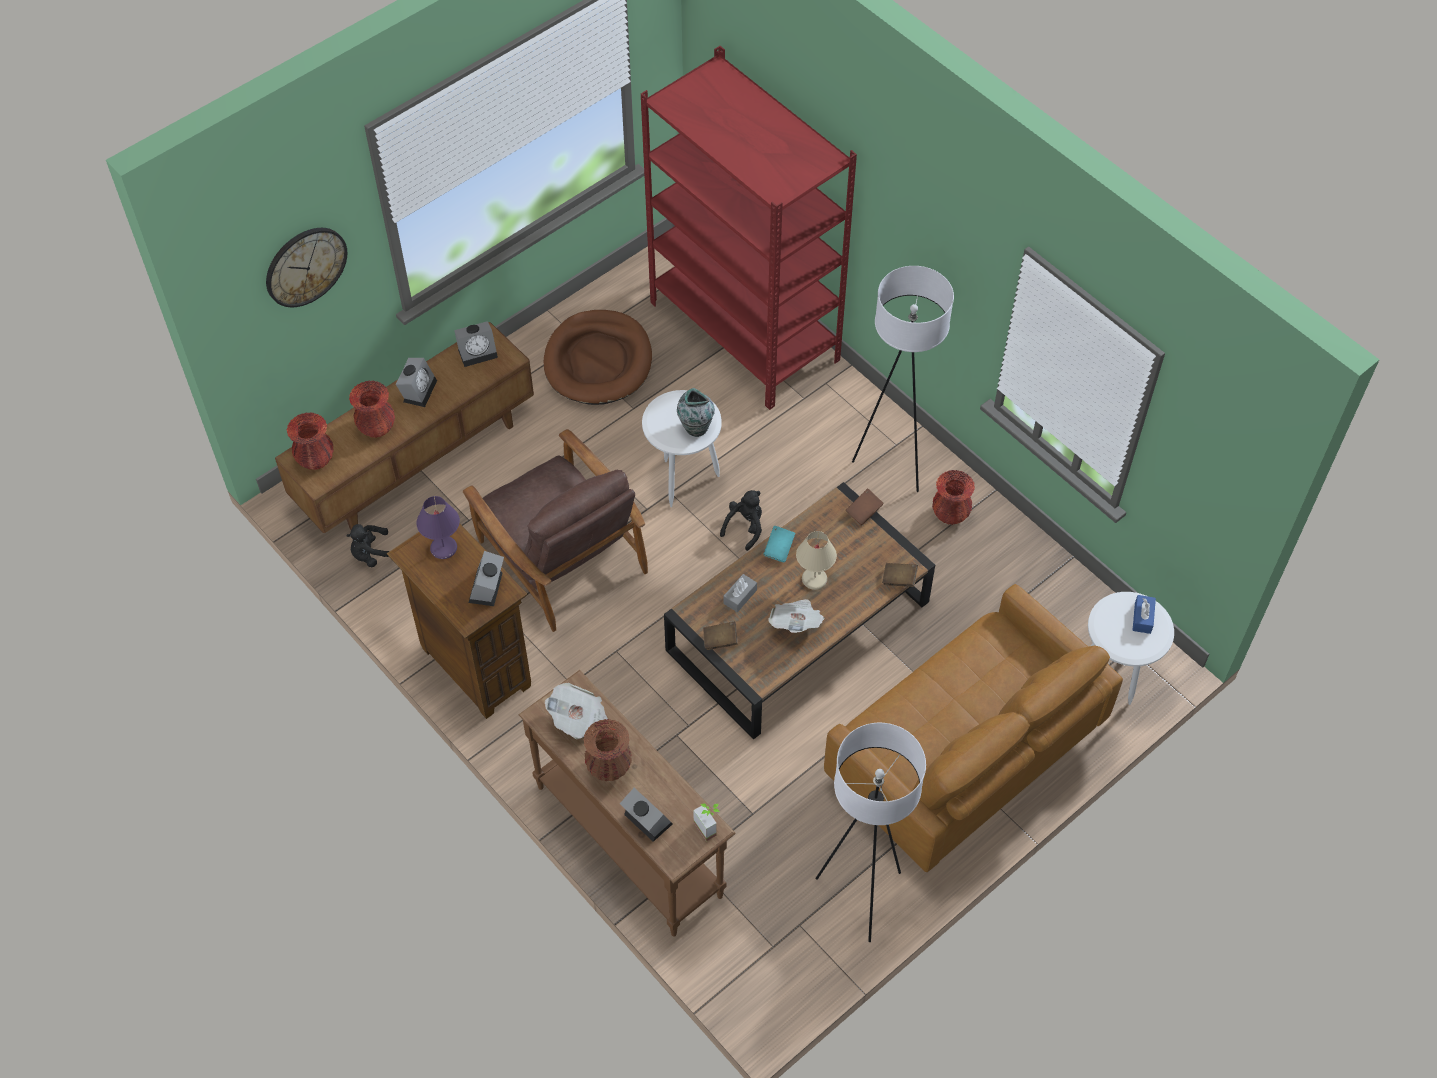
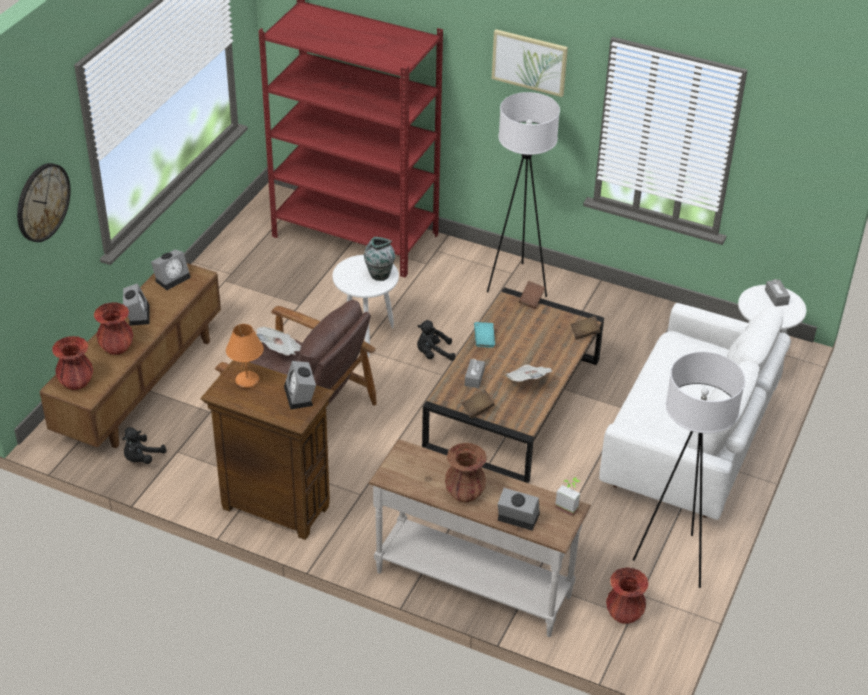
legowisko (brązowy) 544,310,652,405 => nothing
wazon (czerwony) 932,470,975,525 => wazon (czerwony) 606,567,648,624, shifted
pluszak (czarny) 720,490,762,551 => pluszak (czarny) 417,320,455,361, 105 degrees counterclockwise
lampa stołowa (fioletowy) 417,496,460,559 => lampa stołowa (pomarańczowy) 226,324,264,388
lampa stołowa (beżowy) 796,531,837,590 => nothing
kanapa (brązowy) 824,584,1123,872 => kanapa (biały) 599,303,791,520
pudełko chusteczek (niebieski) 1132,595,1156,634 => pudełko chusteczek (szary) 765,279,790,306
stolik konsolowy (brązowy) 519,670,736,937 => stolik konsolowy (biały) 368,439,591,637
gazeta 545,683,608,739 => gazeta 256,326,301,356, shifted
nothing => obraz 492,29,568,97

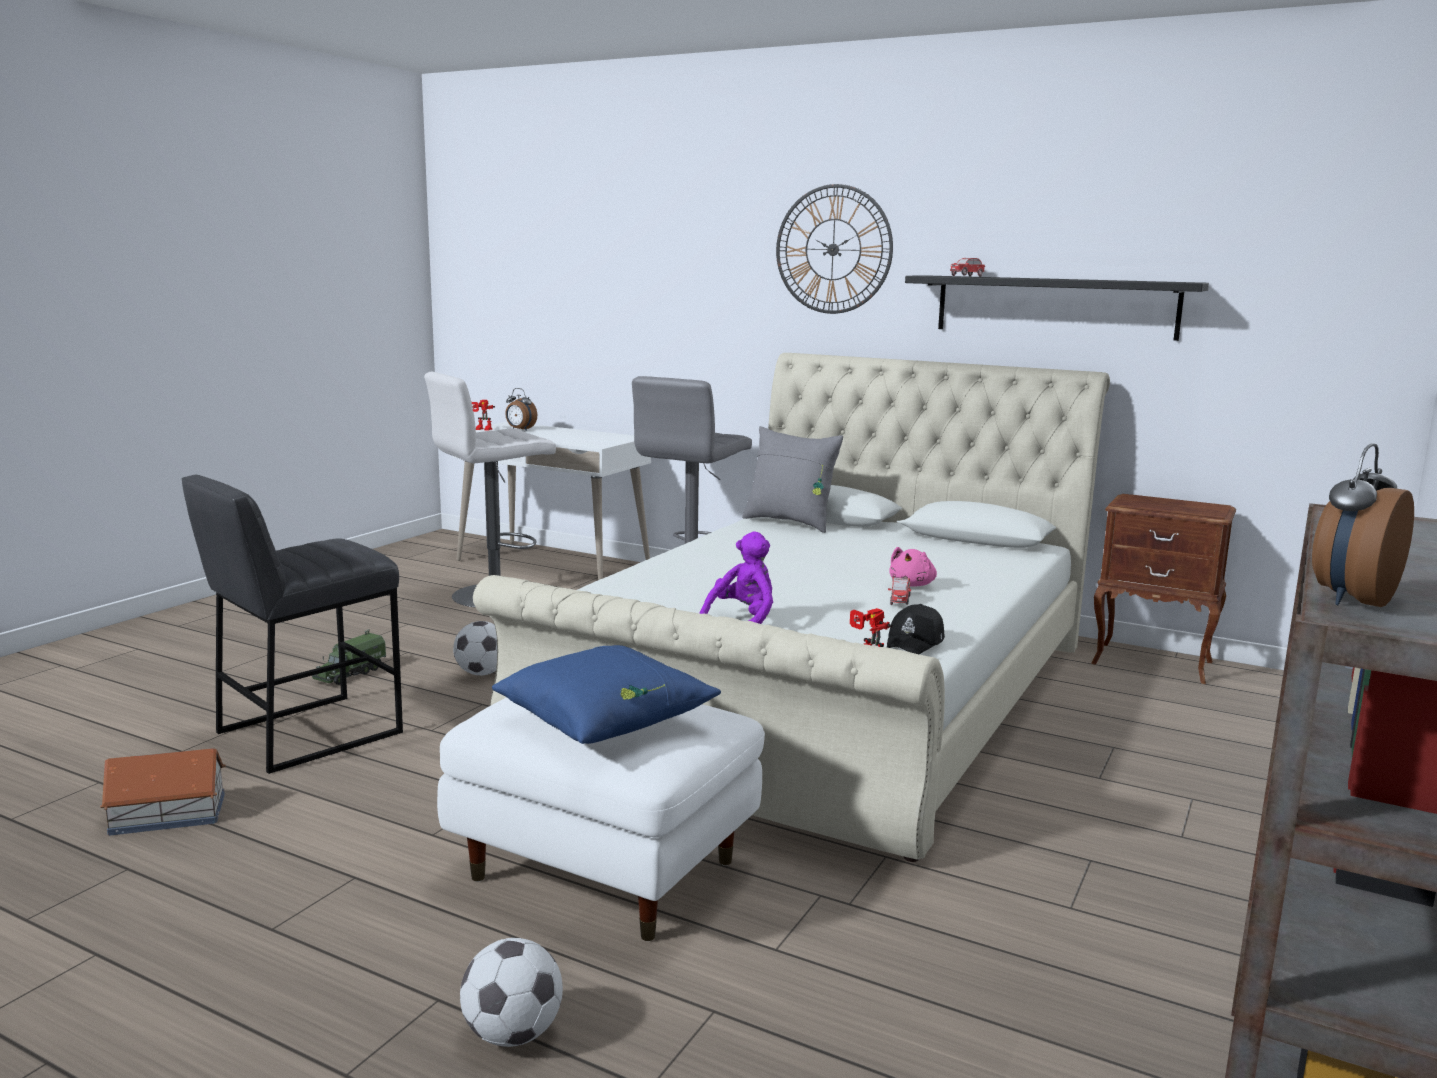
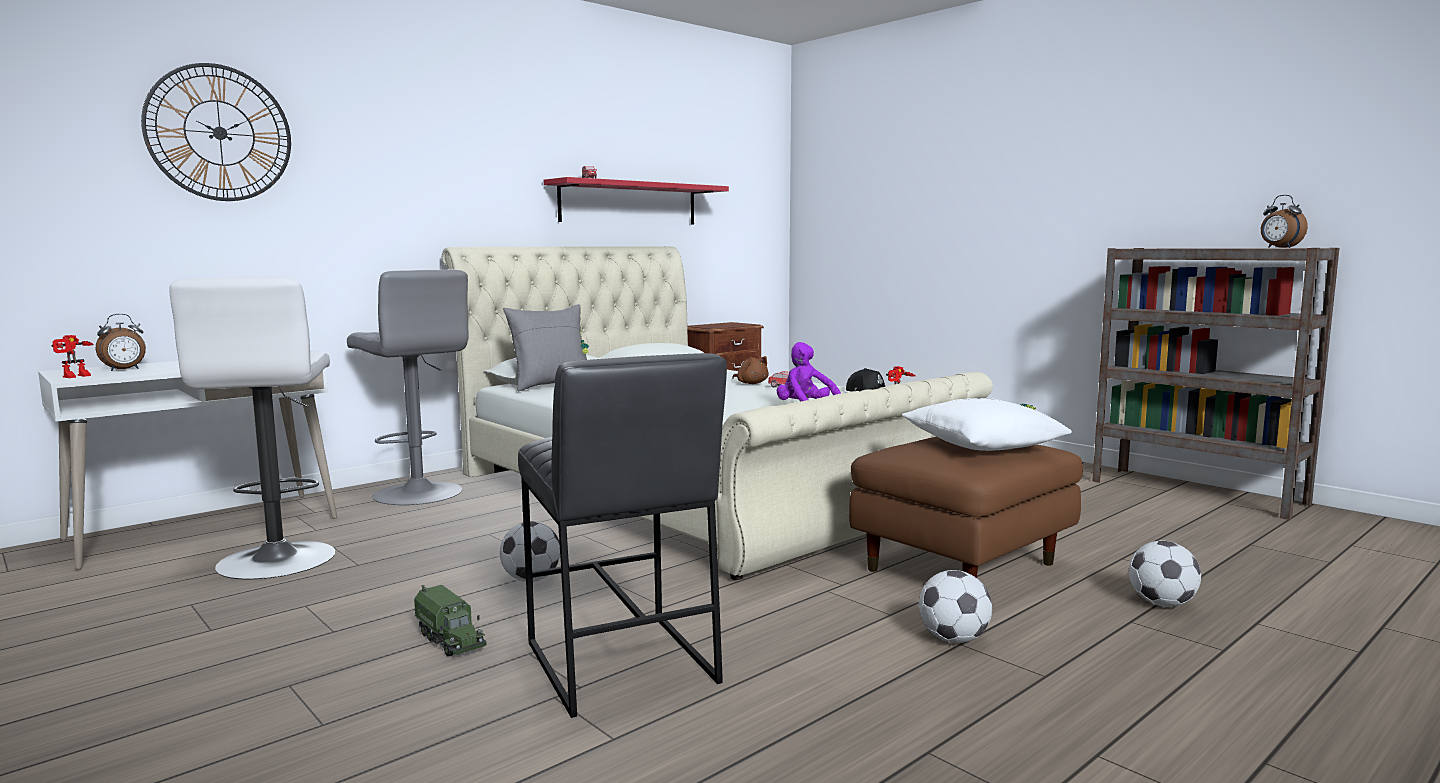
zegar ścienny 776,184,893,314 => zegar ścienny 141,63,291,201, shifted
półka (czarny) 905,275,1209,341 => półka (czerwony) 544,177,729,225
pluszak (różowy) 890,547,937,587 => pluszak (brązowy) 732,356,769,384
poduszka (niebieski) 492,645,721,744 => poduszka (biały) 902,398,1072,451
pufa (biały) 437,697,765,941 => pufa (brązowy) 849,437,1083,578
domek 100,748,225,836 => nothing
nothing => piłka futbolowa 919,570,992,643

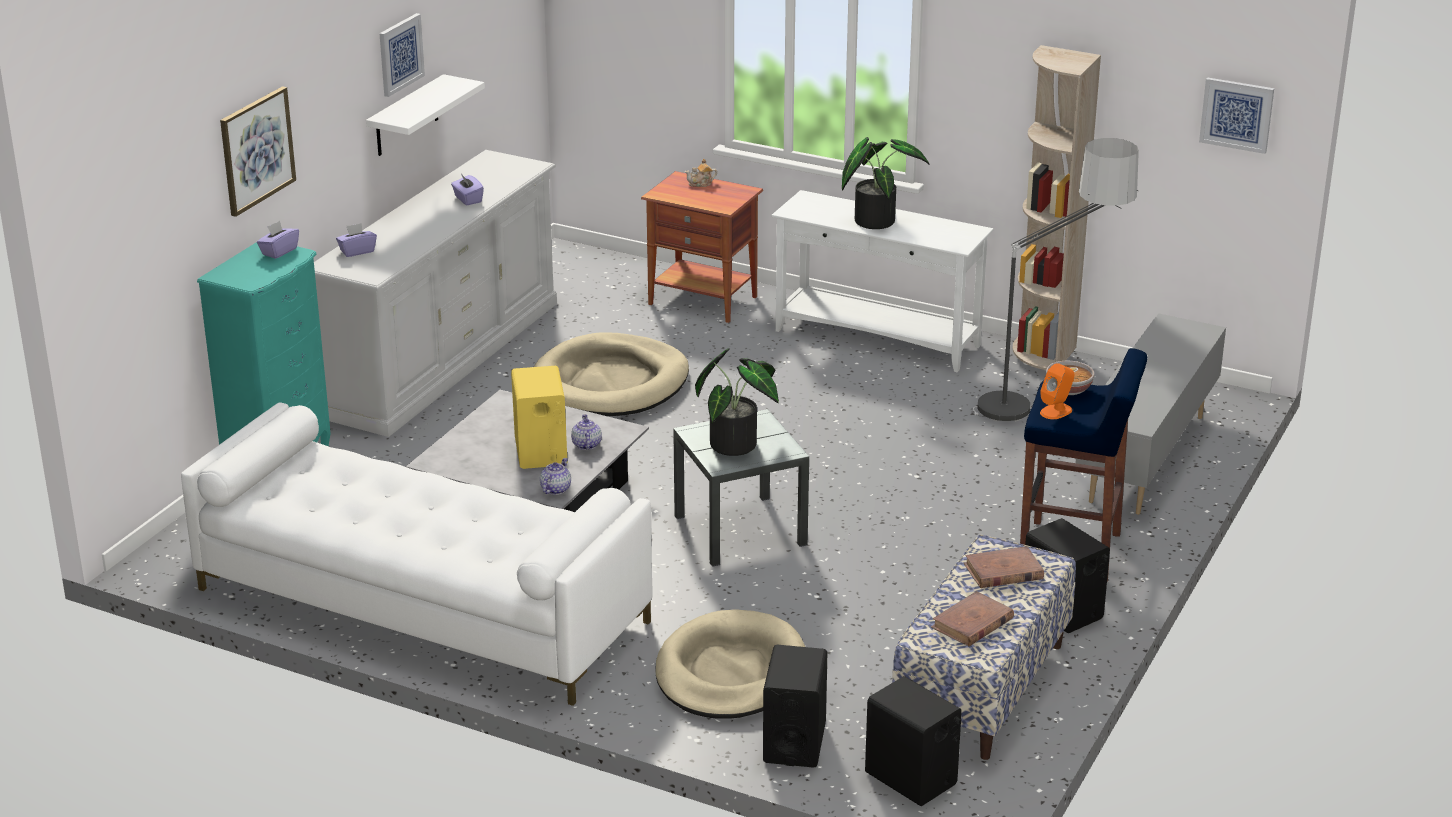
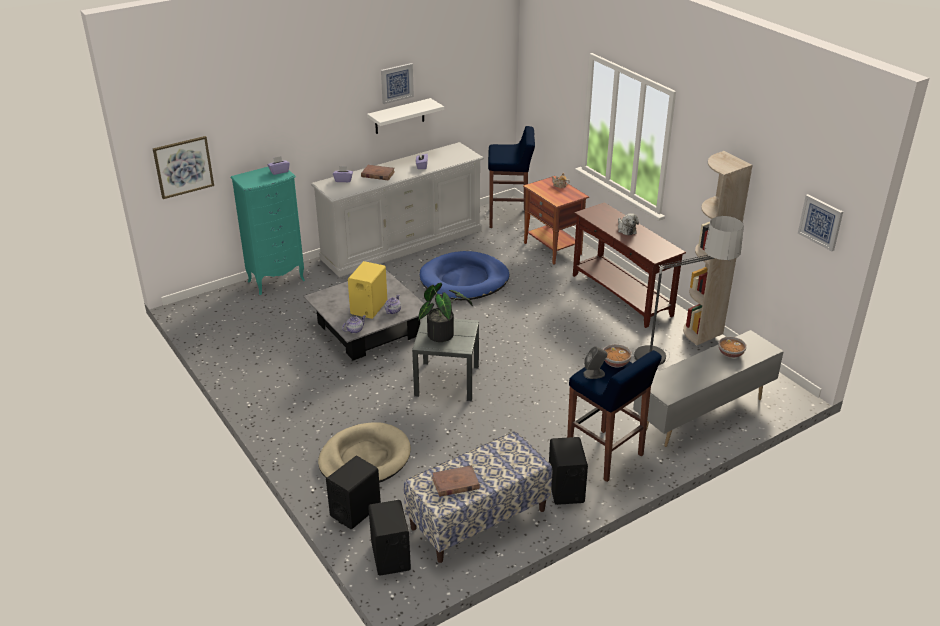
obraz 220,86,296,217 => obraz 153,136,214,199, shifted
roślina doniczkowa 842,137,929,229 => pluszak 618,213,639,235
stolik konsolowy (biały) 771,190,993,372 => stolik konsolowy (brązowy) 573,202,686,328
legowisko (beżowy) 534,332,689,416 => legowisko (niebieski) 420,251,510,300
głośnik (pomarańczowy) 1040,363,1074,419 => głośnik (szary) 583,346,607,379
kanapa (biały) 181,402,653,706 => nothing
książka (brązowy) 964,546,1044,588 => książka (brązowy) 361,165,395,180, shifted
nothing => stołek (niebieski) 488,126,535,228
nothing => miska 718,337,747,358

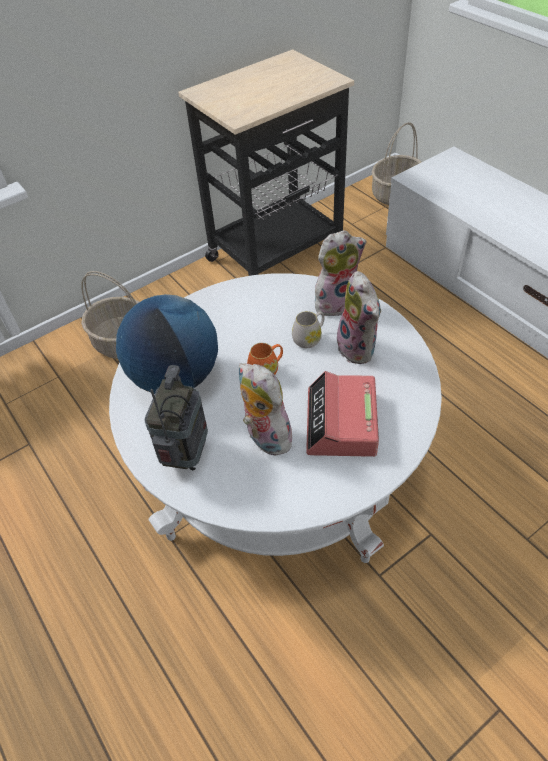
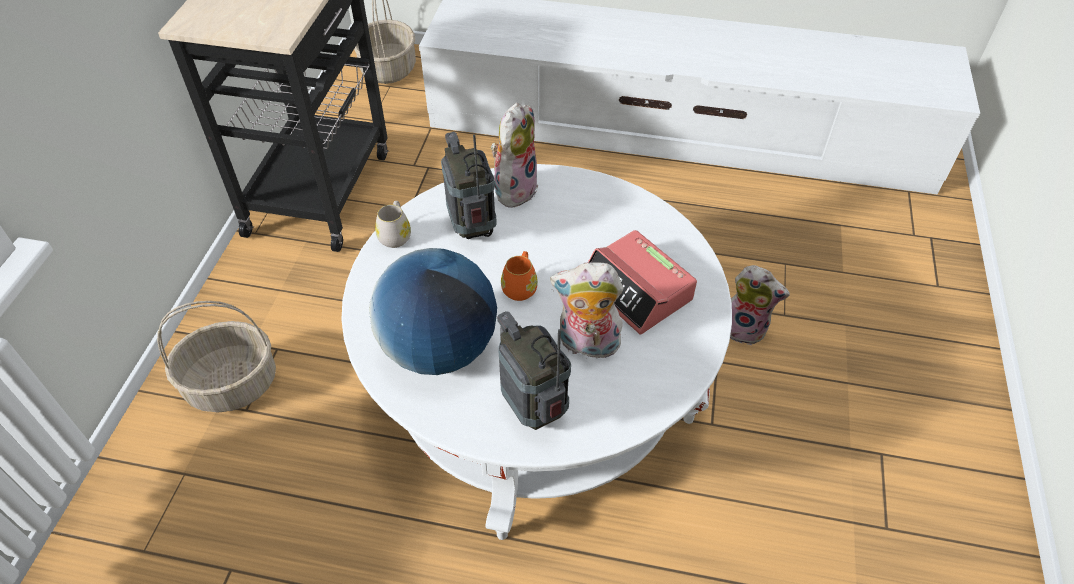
pluszak 337,271,381,364 => pluszak 730,265,790,345, shifted
kubek (biały) 292,311,324,348 => kubek (biały) 375,201,411,248, shifted
nothing => radio 441,132,497,239

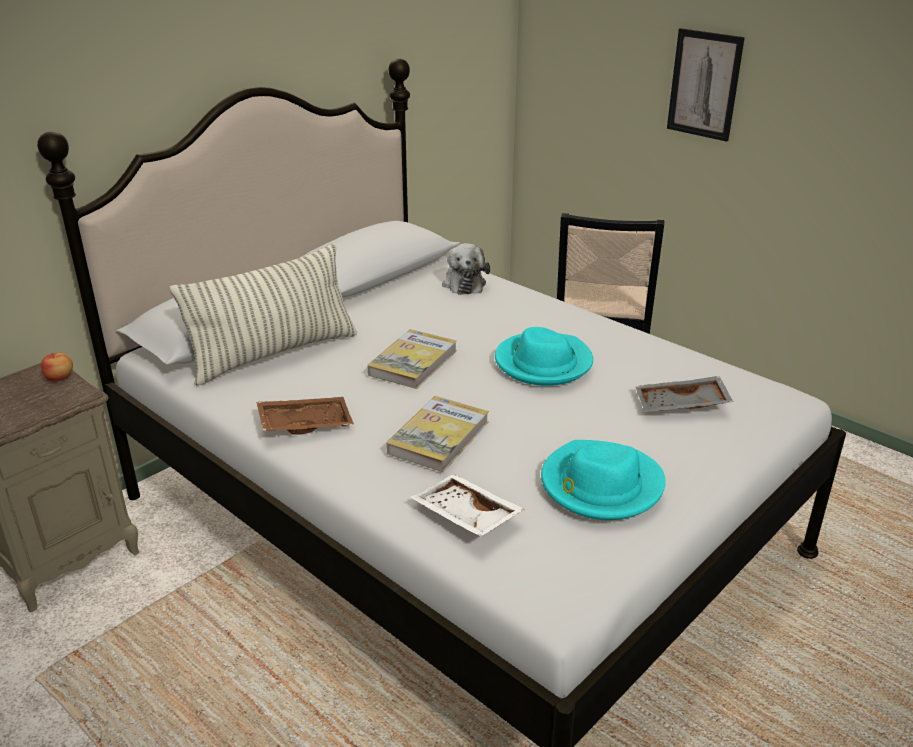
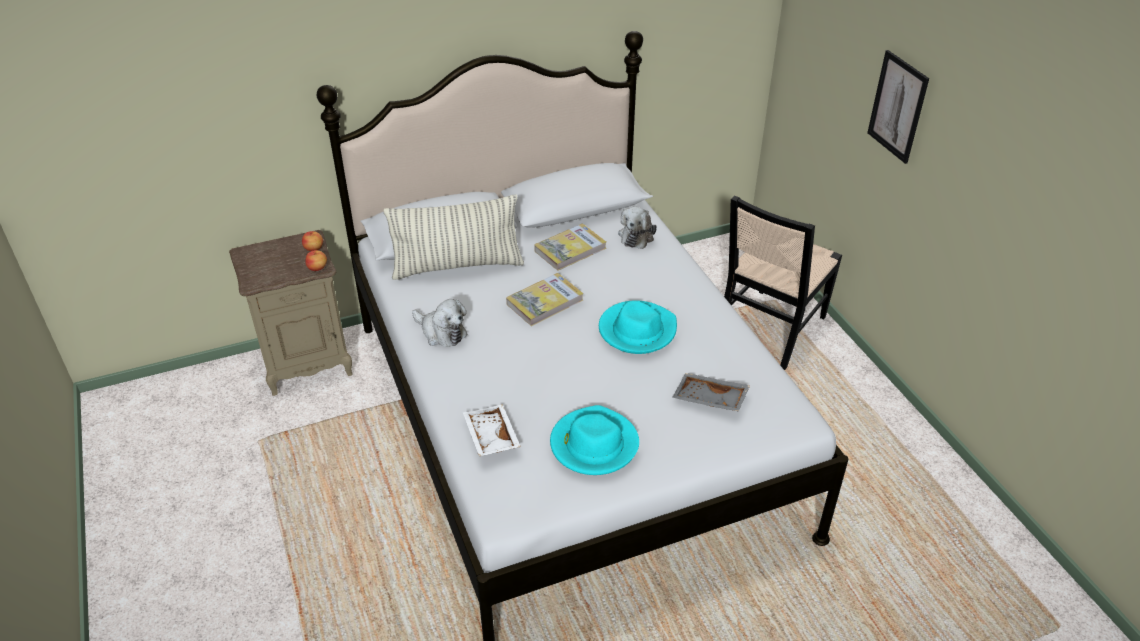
książka 386,396,489,472 => książka 534,224,606,271, shifted
taca (brązowy) 256,397,354,435 => pluszak 412,299,467,347
nothing => jabłko 305,250,327,271

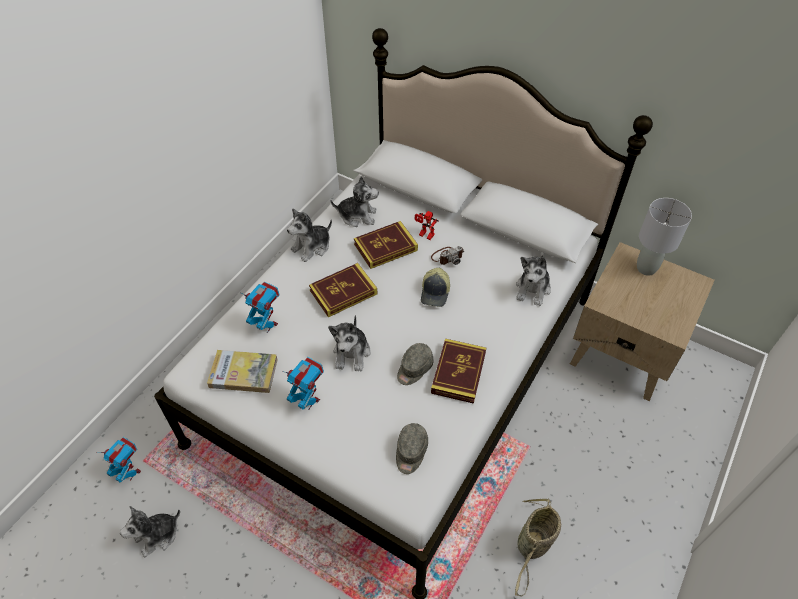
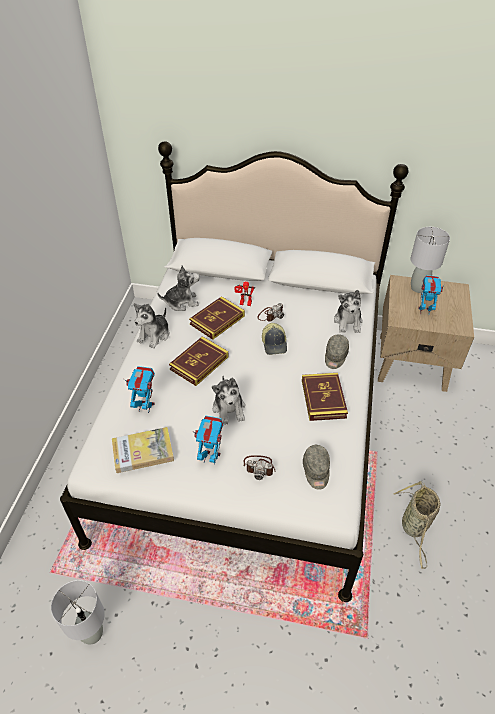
czapka z daszkiem (szary) 397,343,433,385 => czapka z daszkiem (szary) 325,334,349,369, shifted
robot zabawkowy 96,437,141,482 => robot zabawkowy 418,275,445,314, shifted
pluszak 120,506,180,558 => lampa stołowa (szary) 51,580,105,645
nothing => aparat fotograficzny 243,455,276,480

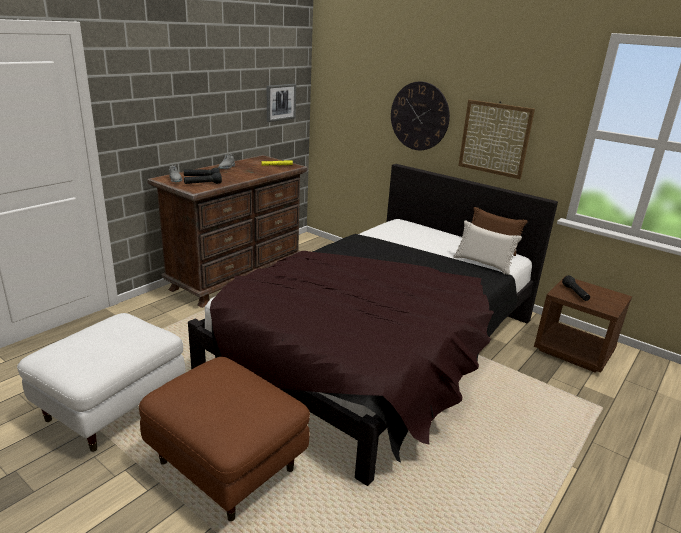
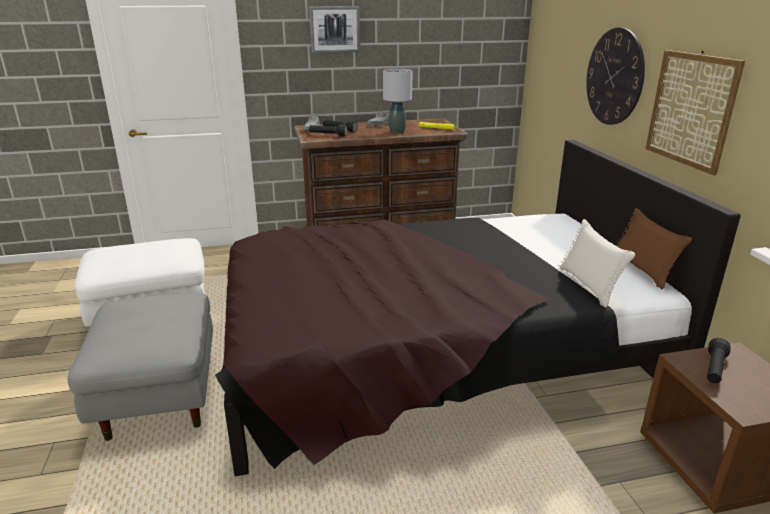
obraz 267,84,296,122 => obraz 309,6,360,53, shifted
pufa (brązowy) 139,357,310,521 => pufa (szary) 67,293,213,441
nothing => lampa stołowa (szary) 383,69,413,134

